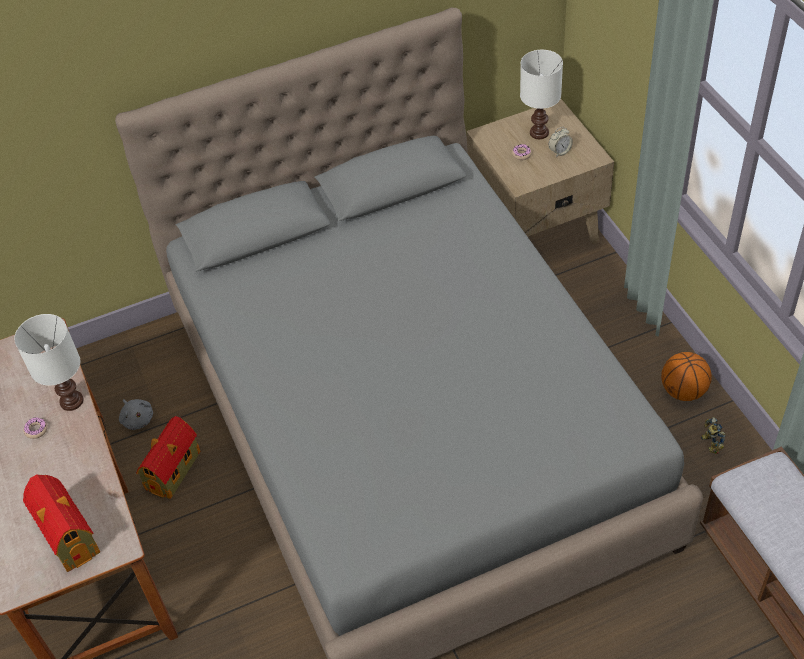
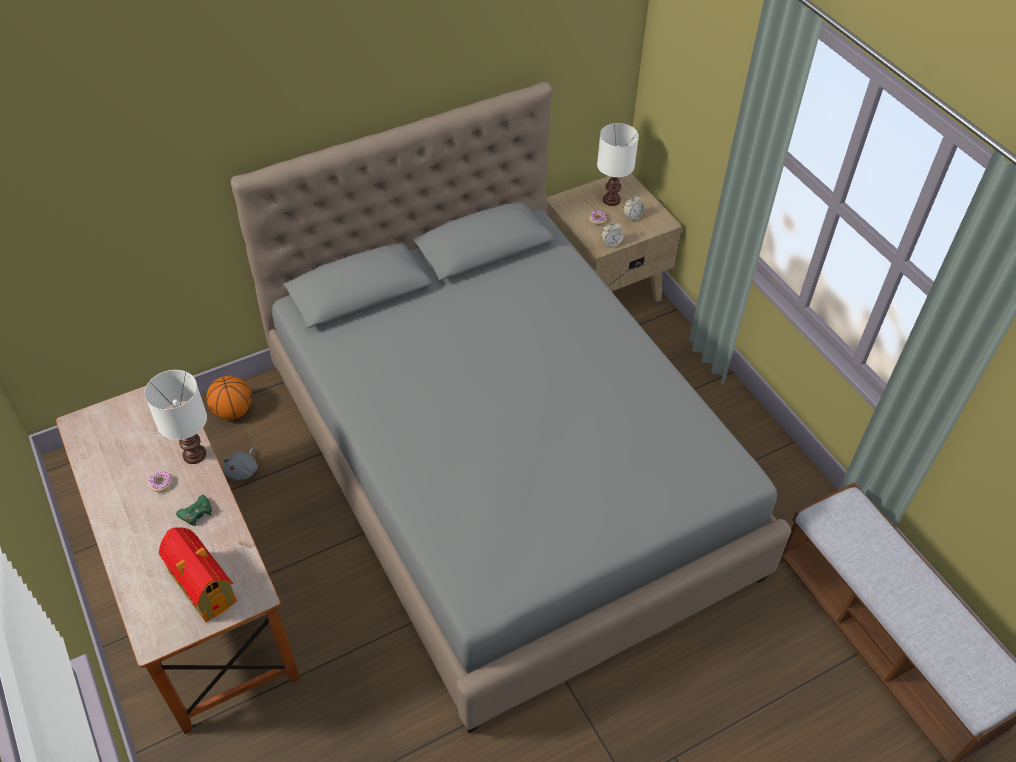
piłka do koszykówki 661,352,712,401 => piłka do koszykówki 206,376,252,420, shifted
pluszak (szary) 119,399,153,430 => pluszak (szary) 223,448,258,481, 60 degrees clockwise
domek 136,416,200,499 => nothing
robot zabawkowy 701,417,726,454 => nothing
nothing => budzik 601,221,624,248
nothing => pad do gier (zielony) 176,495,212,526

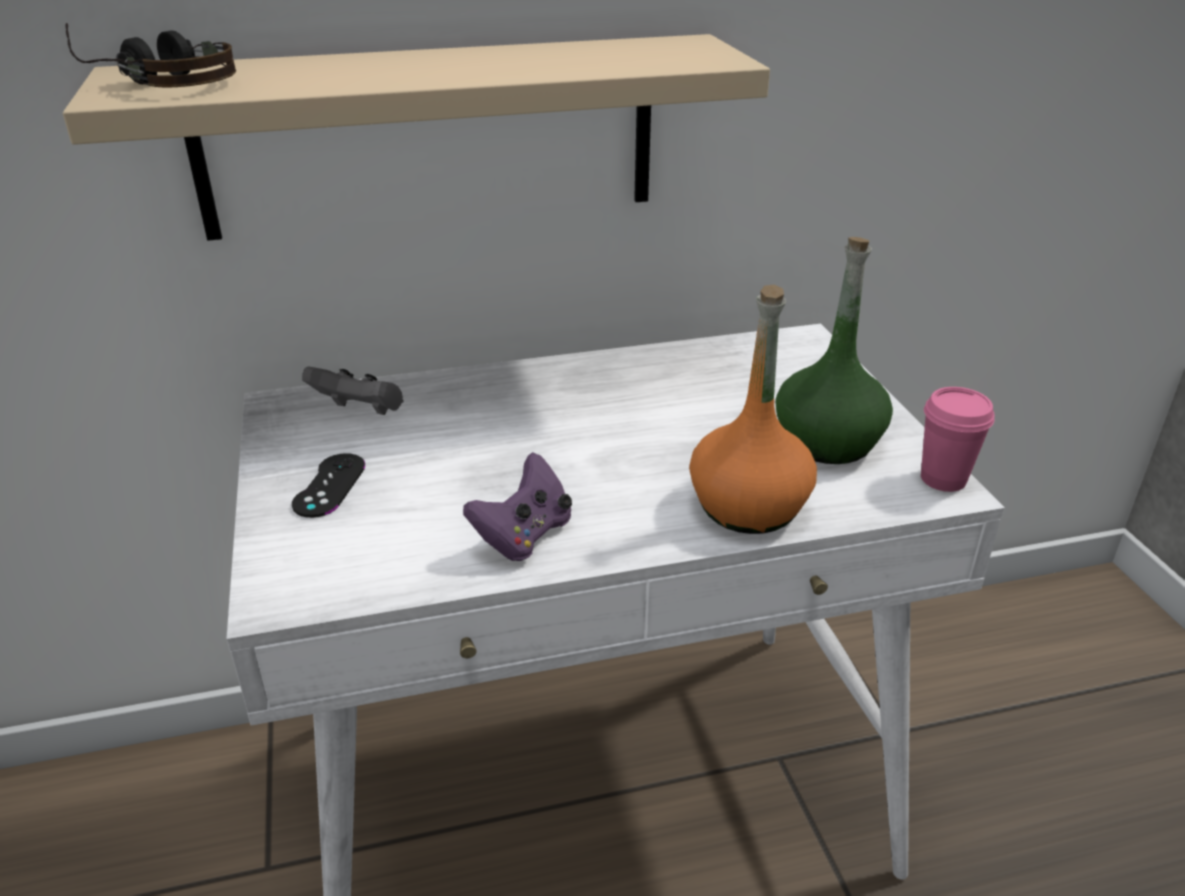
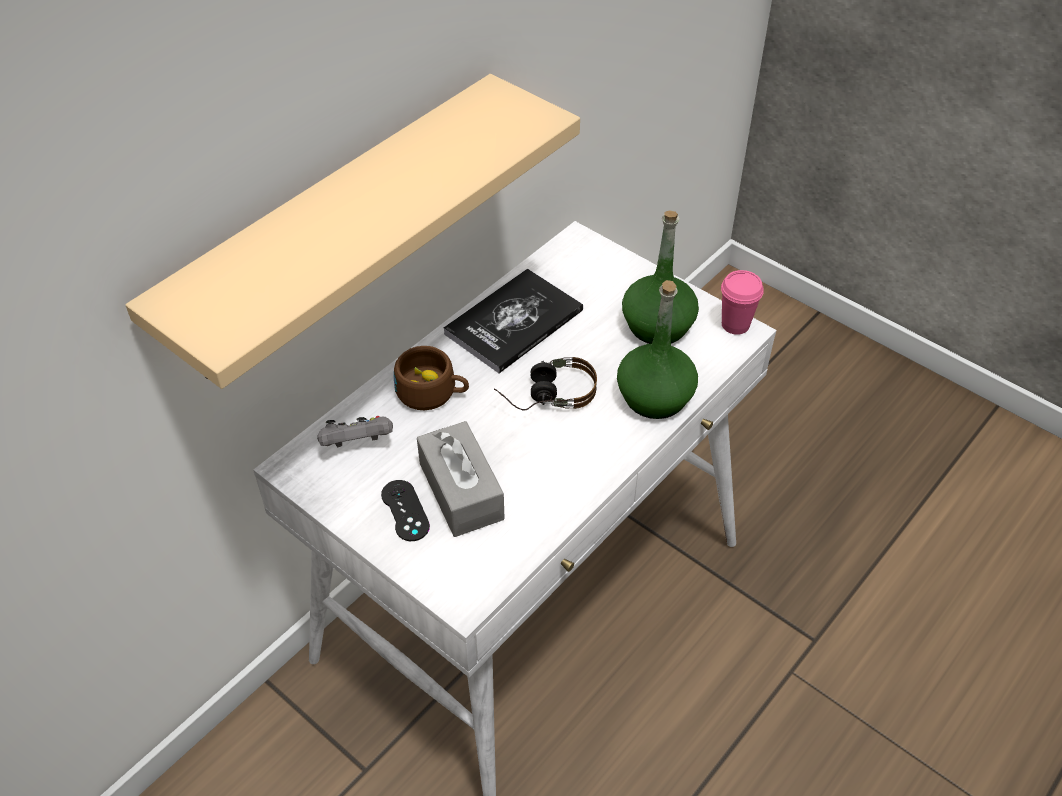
słuchawki 66,23,236,87 => słuchawki 494,357,597,411, shifted
butelka (pomarańczowy) 689,285,817,534 => butelka (zielony) 617,280,698,419
pad do gier (fioletowy) 463,452,572,561 => nothing
nothing => książka 444,268,583,373
nothing => filiżanka (brązowy) 394,346,469,410
nothing => pudełko chusteczek (szary) 417,421,505,537

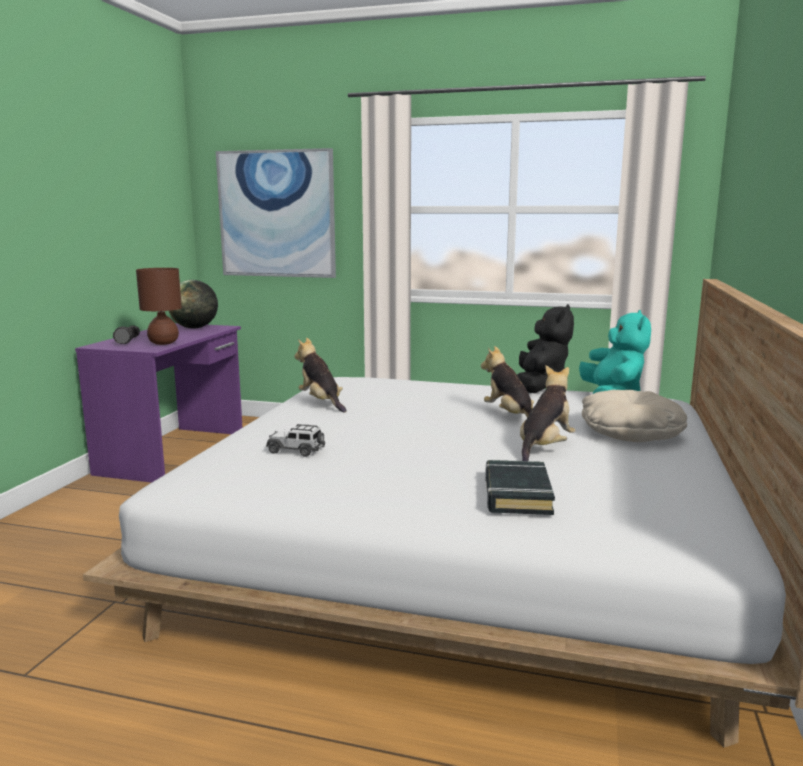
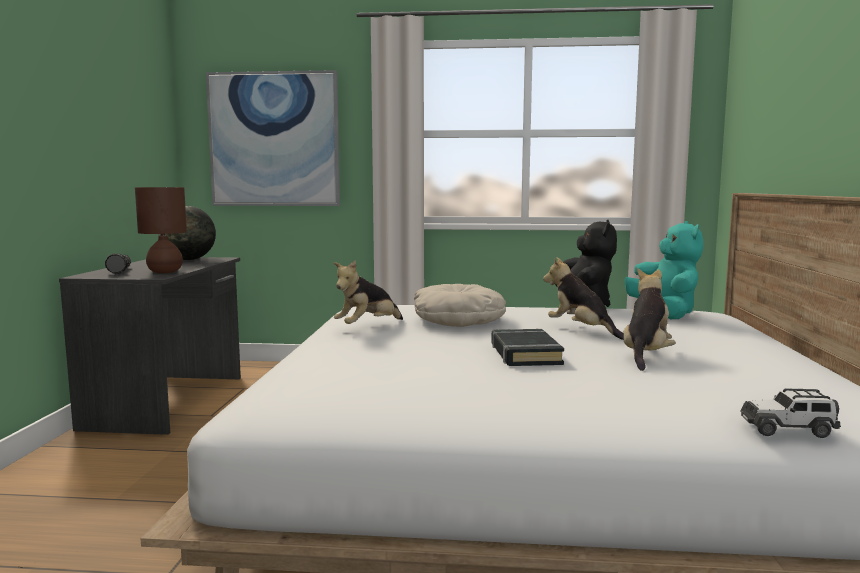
biurko (fioletowy) 75,323,243,483 => biurko (szary) 59,257,241,435
pluszak 294,338,347,413 => pluszak 334,260,403,324, 90 degrees counterclockwise
poduszka (beżowy) 582,390,687,442 => poduszka (beżowy) 414,284,506,327, shifted
samochodzik 266,424,325,457 => samochodzik 740,389,841,438, shifted
książka (czarny) 485,460,555,515 => książka (czarny) 491,329,564,366, shifted

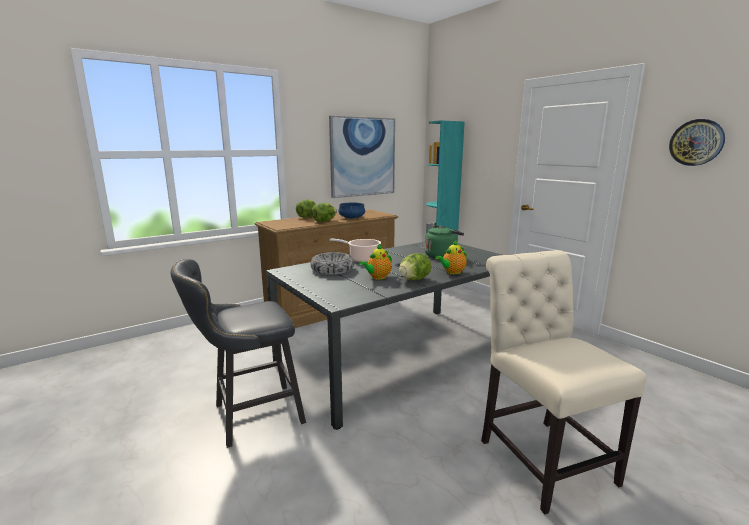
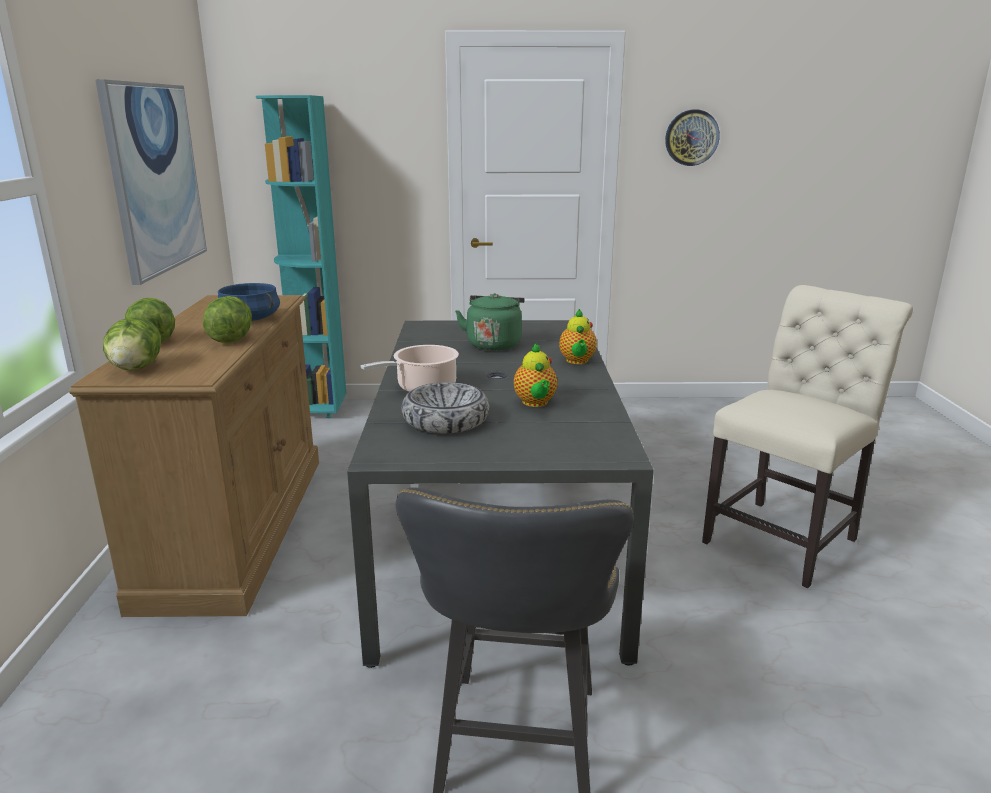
krzesło (beżowy) 481,250,647,514 => krzesło (beżowy) 702,285,913,588, 120 degrees clockwise
sałata 398,253,431,280 => sałata 103,318,161,370, shifted

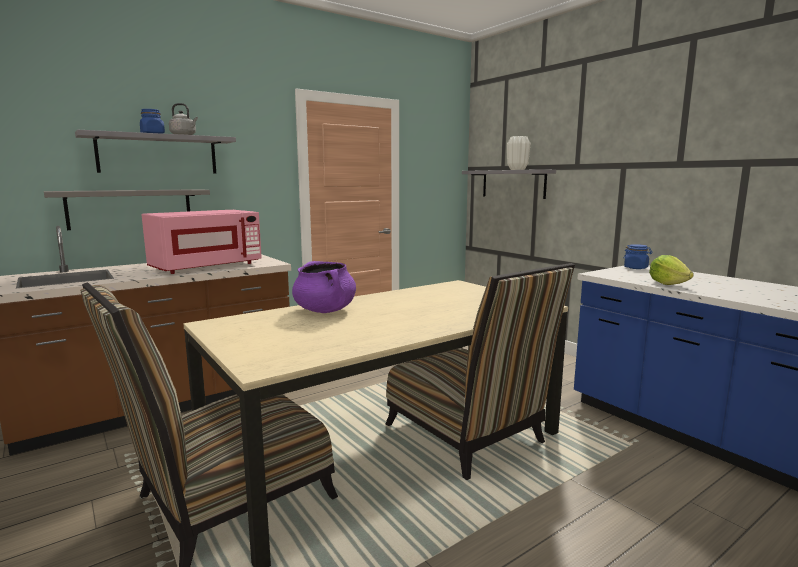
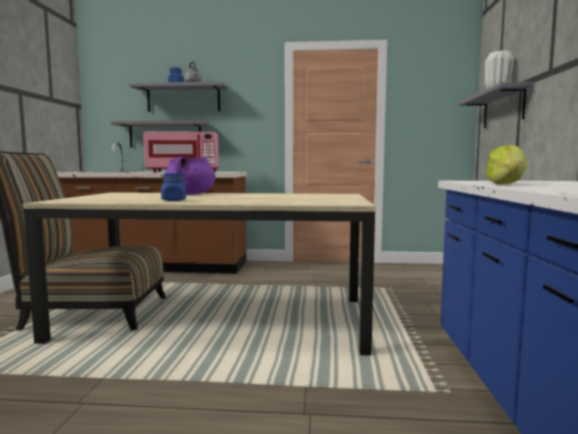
słoik (niebieski) 623,244,652,269 => słoik (niebieski) 161,173,186,201, shifted
krzesło 386,263,575,480 => nothing

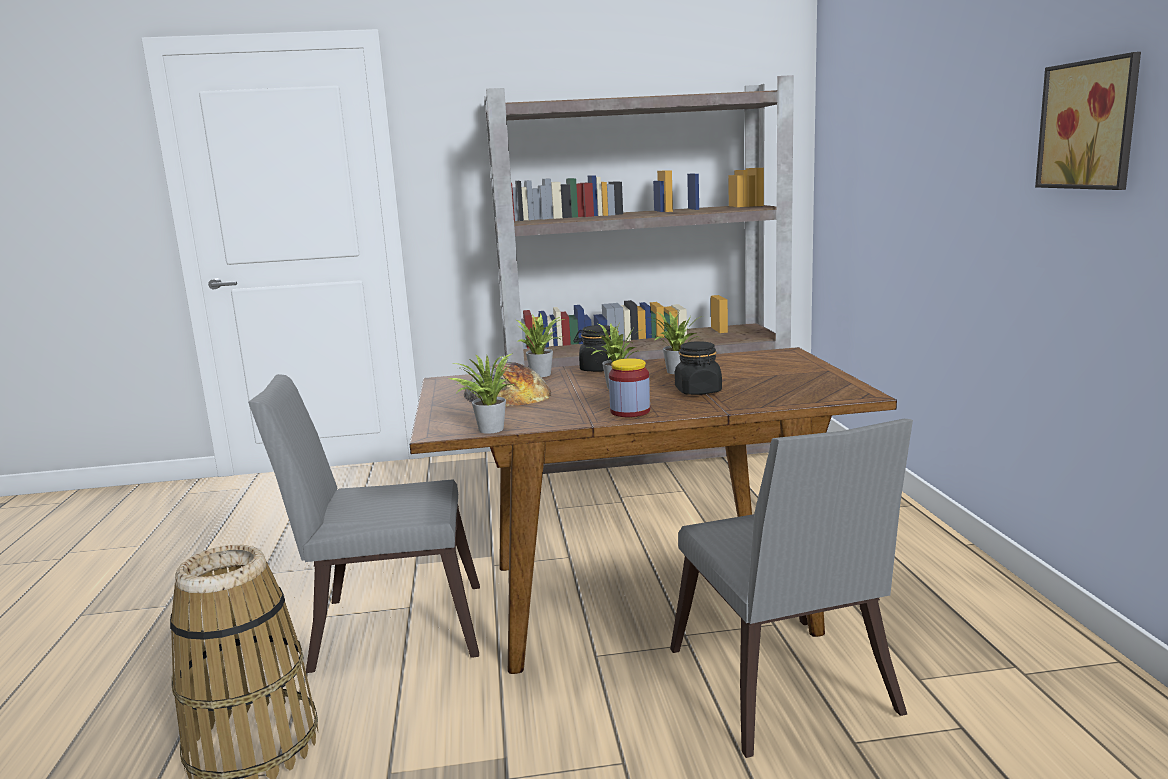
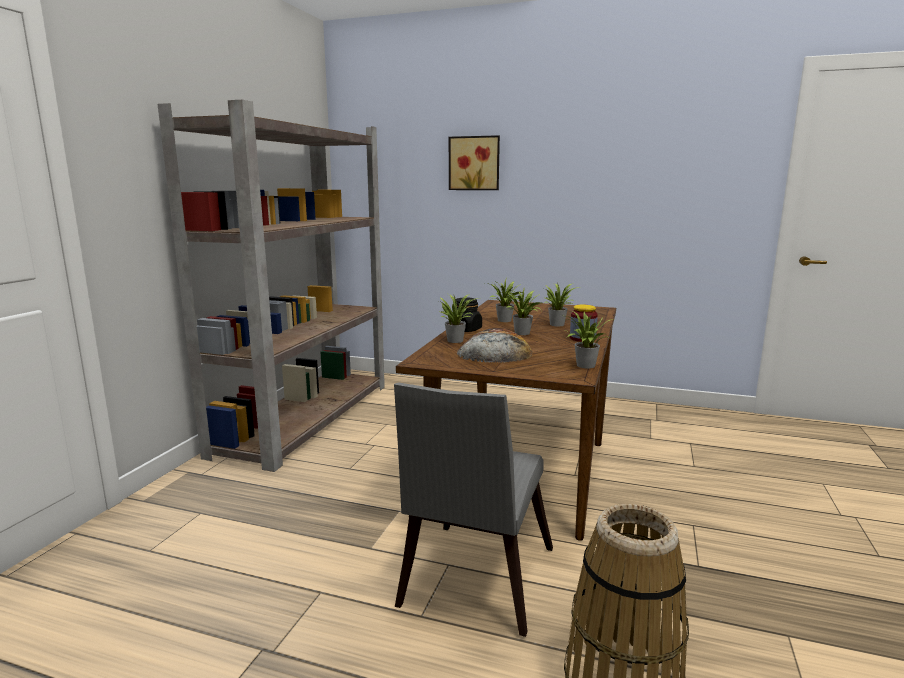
obraz 1035,52,1141,190 => obraz 449,135,500,190, shifted
słoik (czarny) 675,341,722,395 => roślina doniczkowa 544,283,580,326
krzesło (szary) 670,419,913,758 => nothing

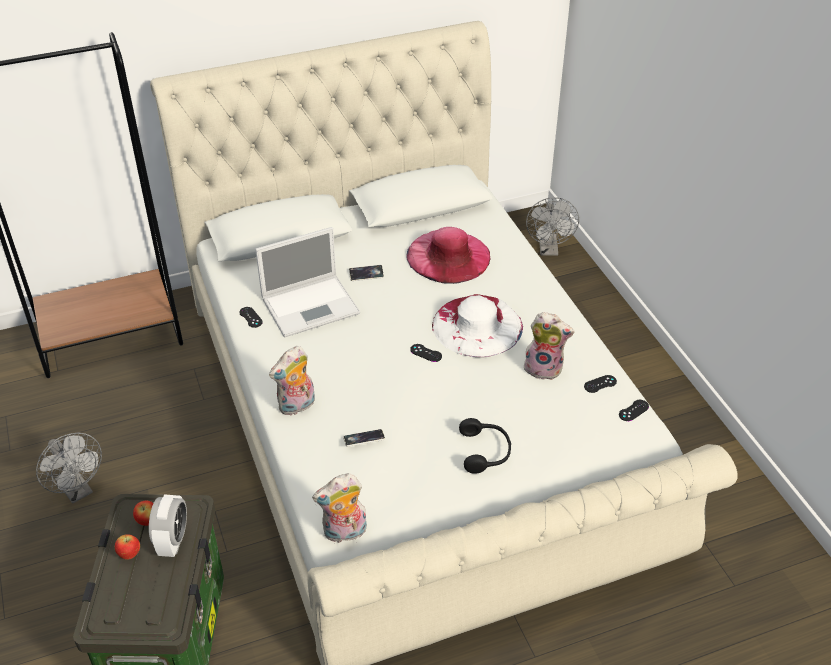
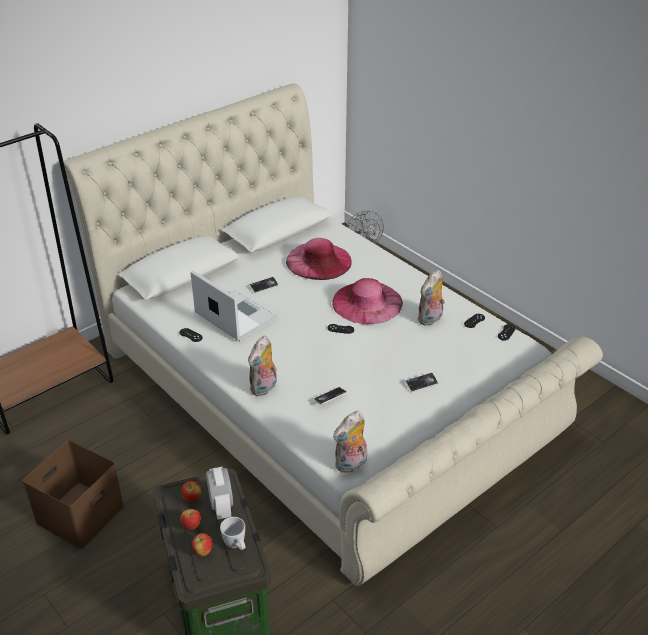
laptop 255,227,360,338 => laptop 190,270,277,342, 90 degrees counterclockwise
kapelusz (biały) 432,294,523,357 => kapelusz (różowy) 332,278,403,324
pluszak 524,312,574,380 => pluszak 417,270,445,326, 135 degrees clockwise
słuchawki (czarny) 459,418,511,474 => telefon 405,373,438,392
wentylator (szary) 36,432,102,504 => pojemnik do przechowywania (brązowy) 23,440,124,549
nothing => kubek (biały) 220,517,245,550
nothing => jabłko 192,533,213,556

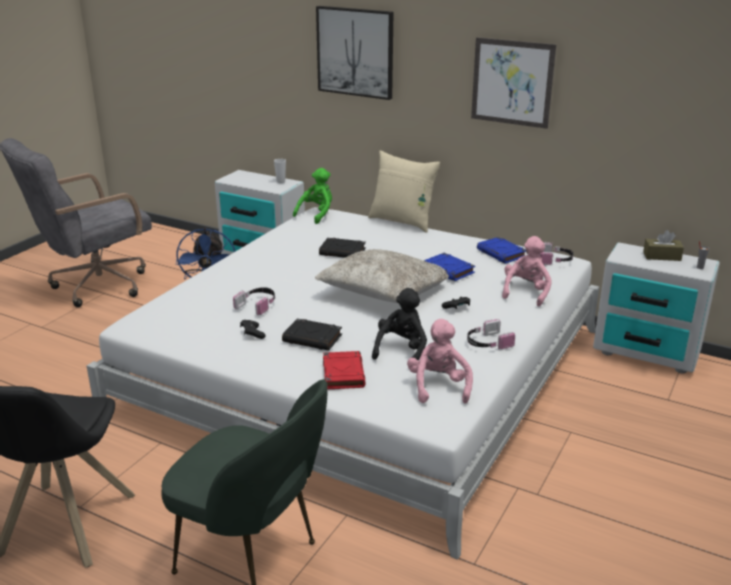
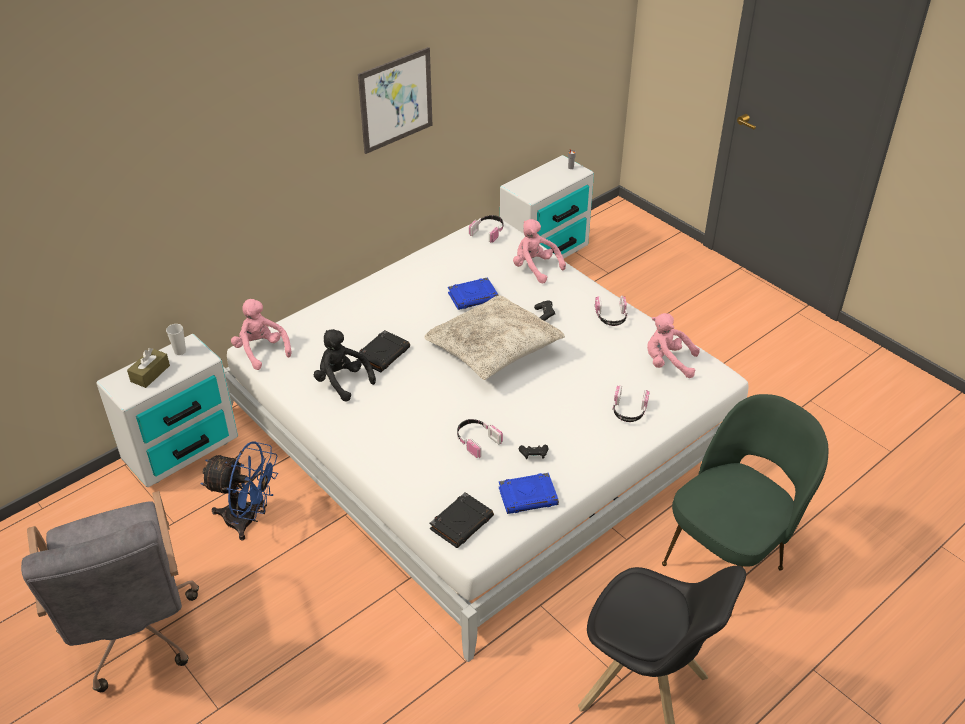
obraz 316,6,393,100 => nothing
poduszka (beżowy) 368,150,440,233 => nothing
pluszak (zielony) 293,168,332,224 => pluszak (różowy) 231,299,291,370
pudełko chusteczek (brązowy) 643,230,684,261 => pudełko chusteczek (brązowy) 127,348,170,388, shifted
książka (niebieski) 477,237,526,263 => książka (niebieski) 499,473,559,514, shifted
pluszak (czarny) 372,288,427,360 => pluszak (czarny) 314,329,376,402, shifted
książka (czarny) 282,318,342,351 => książka (czarny) 429,492,494,548, shifted
książka (czerwony) 323,351,366,389 => słuchawki 612,385,650,422

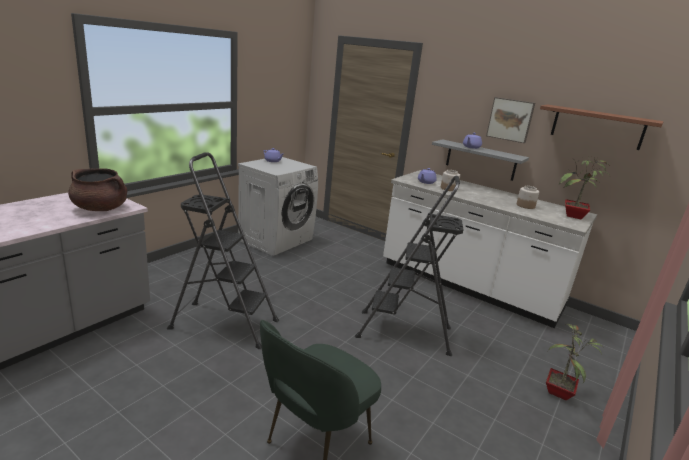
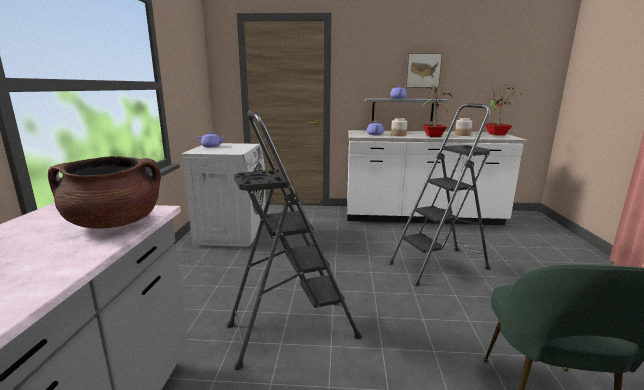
półka (brązowy) 540,105,664,150 => nothing
roślina doniczkowa 546,324,604,400 => roślina doniczkowa 421,84,453,137, shifted

